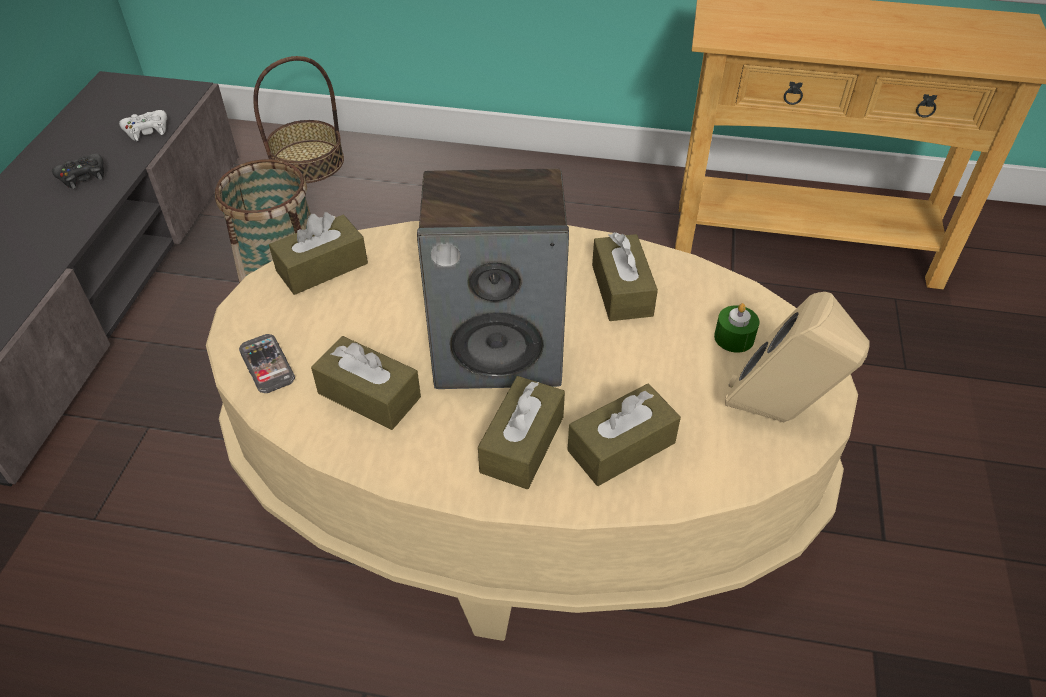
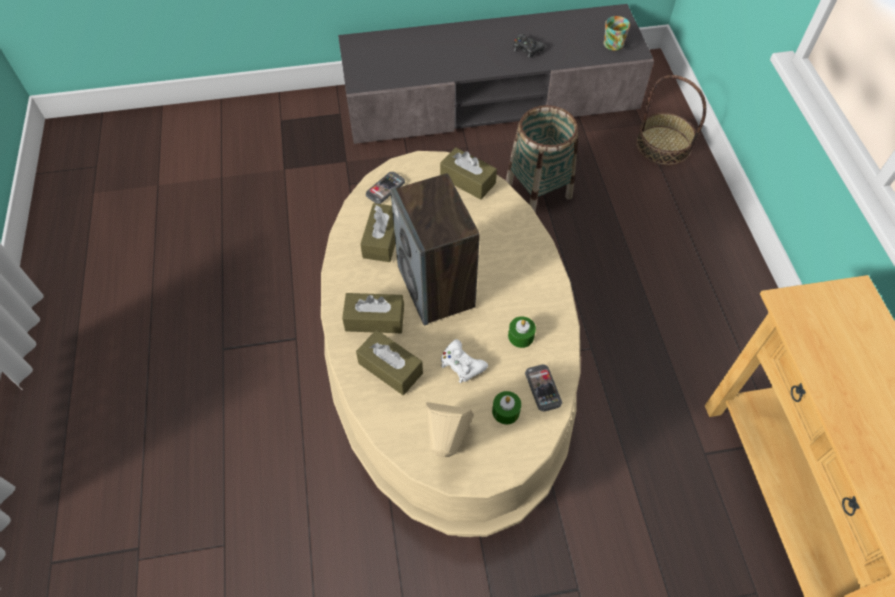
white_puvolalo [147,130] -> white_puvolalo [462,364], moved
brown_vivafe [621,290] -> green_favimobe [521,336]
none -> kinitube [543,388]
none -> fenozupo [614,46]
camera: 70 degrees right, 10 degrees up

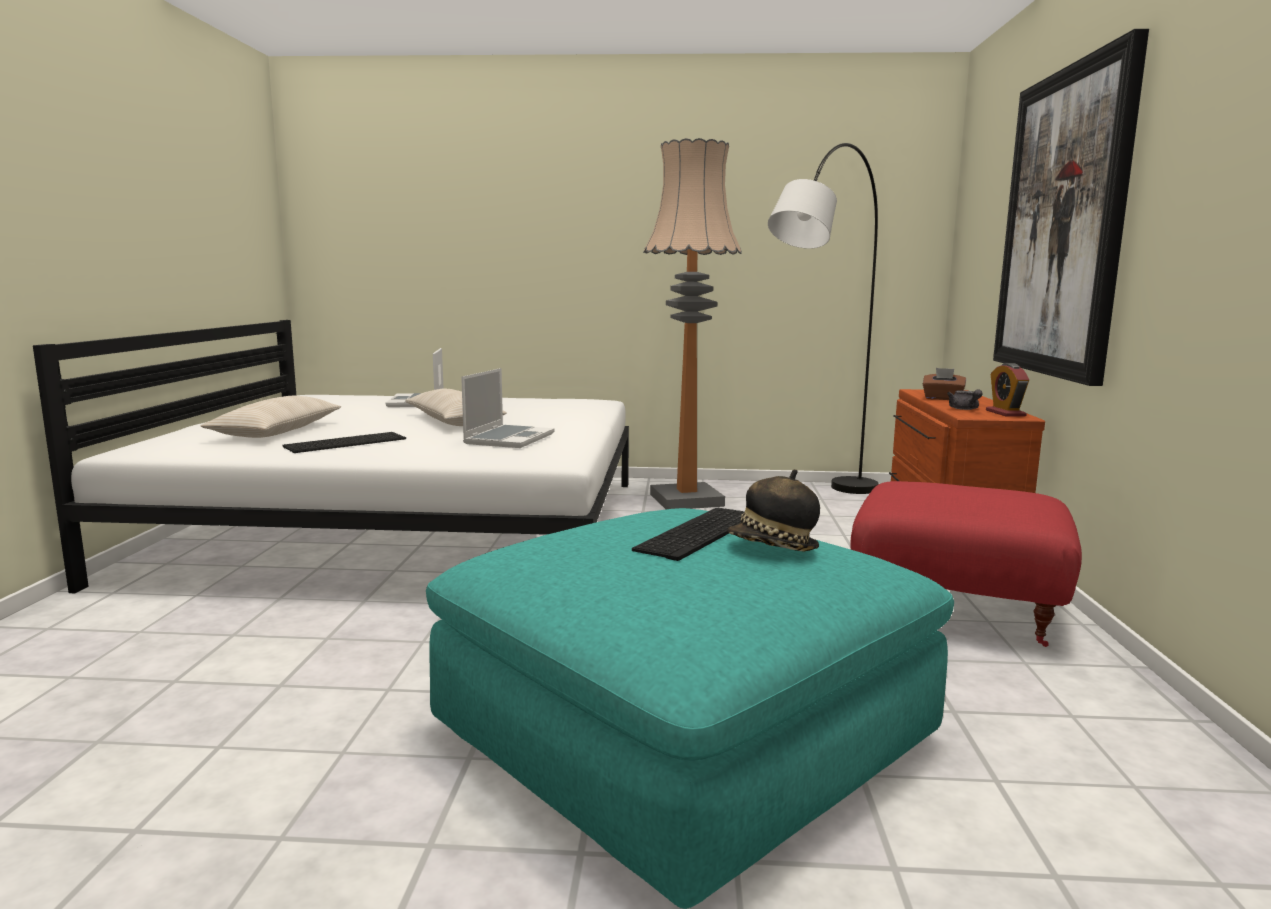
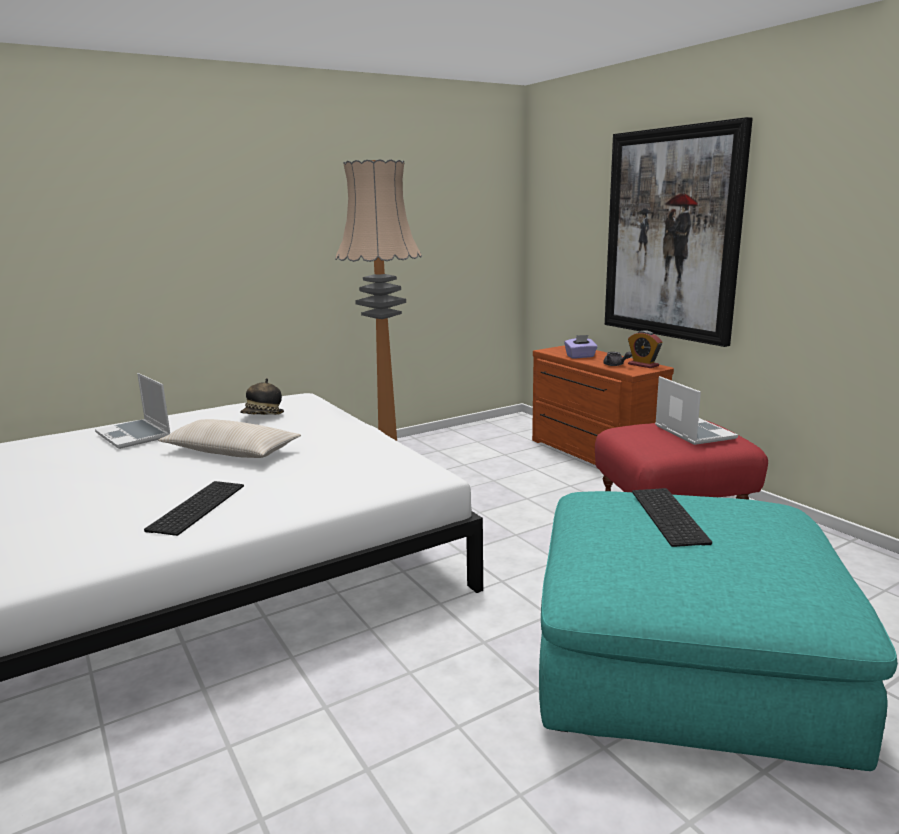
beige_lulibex [277,431] -> none
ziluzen [509,438] -> ziluzen [692,432], moved
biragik [773,548] -> biragik [263,416], moved
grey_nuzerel [820,506] -> none
brown_vivafe [942,398] -> purple_vivafe [580,356]
camera: 35 degrees left, 5 degrees up

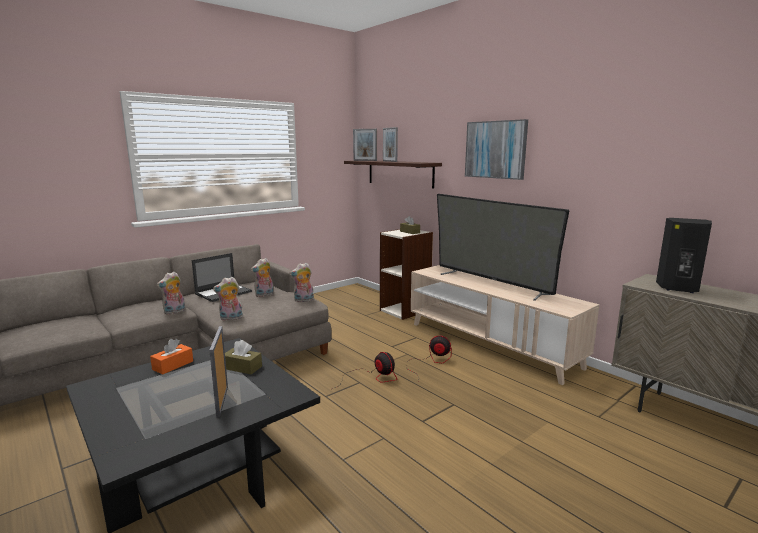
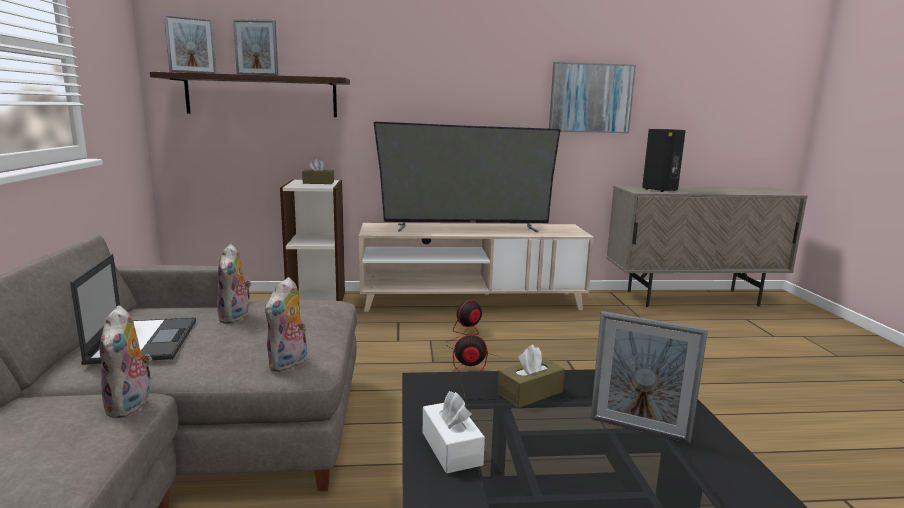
orange_vivafe [173,365] -> white_vivafe [451,448]
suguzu [303,300] -> none
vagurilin [495,149] -> vagurilin [590,98], moved
camera: 55 degrees left, 0 degrees up

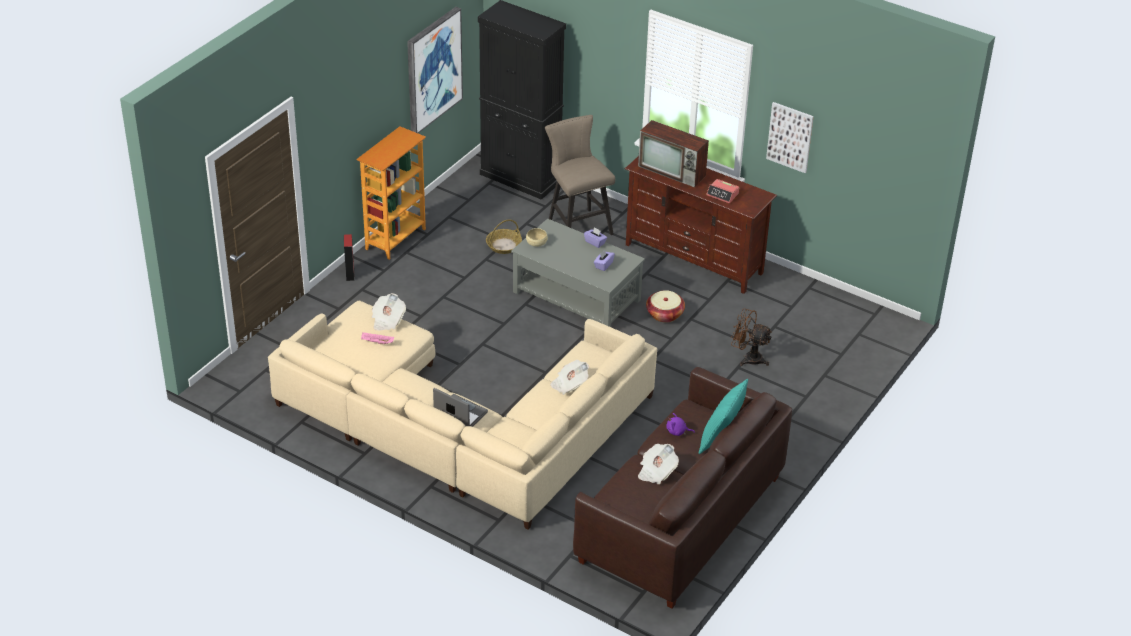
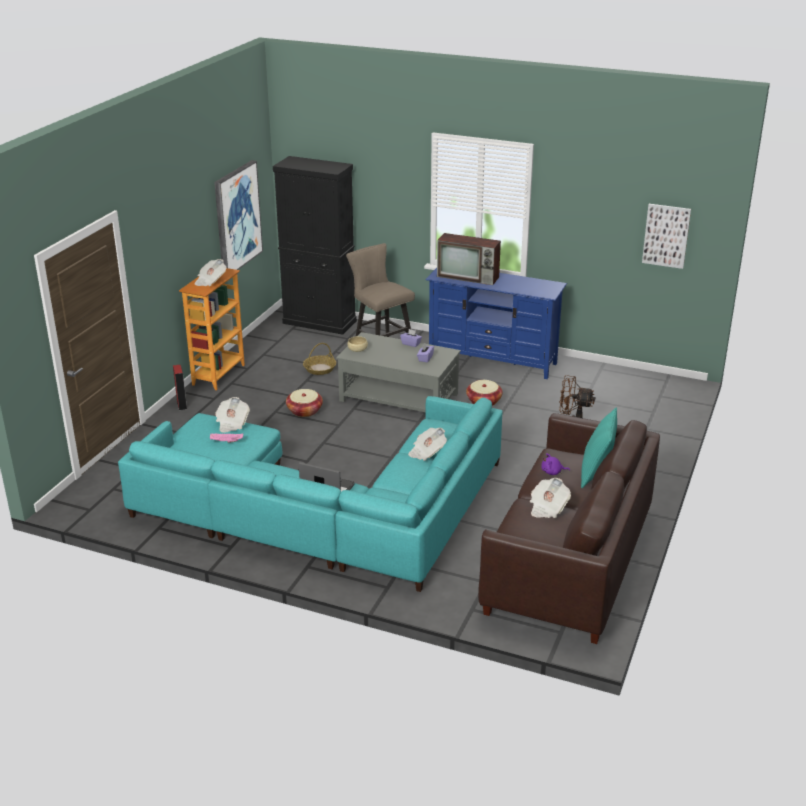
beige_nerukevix [460,425] -> turquoise_nerukevix [322,510]
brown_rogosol [694,259] -> blue_rogosol [493,360]
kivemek [722,194] -> none
vagurilin [790,137] -> vagurilin [666,236], moved
none -> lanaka [210,281]
none -> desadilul [304,411]
camera: 10 degrees left, 10 degrees down

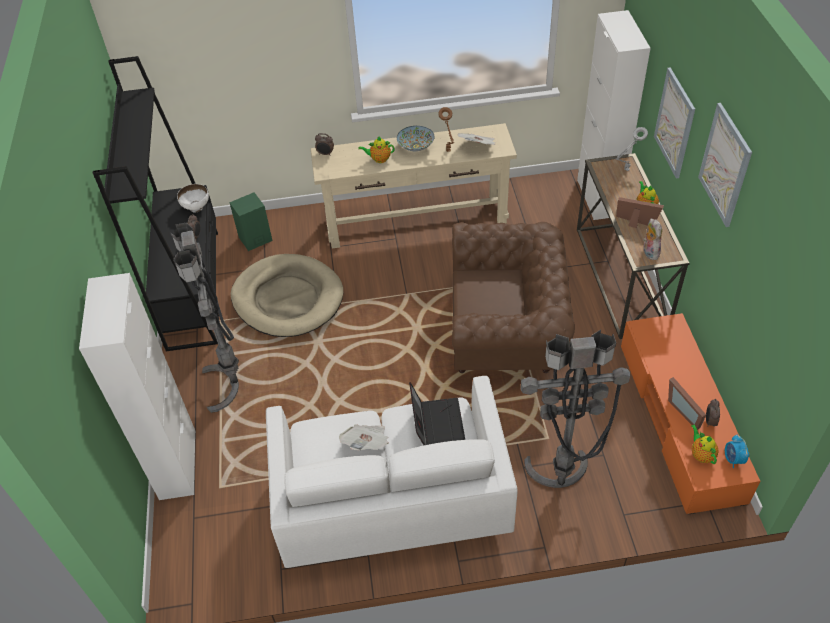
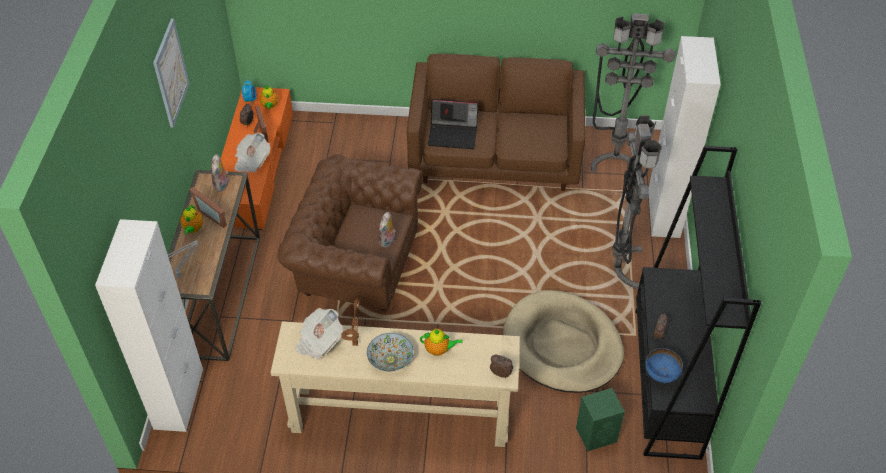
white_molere [196,208] -> blue_molere [661,375]
white_nerukevix [392,500] -> brown_nerukevix [495,159]
lanaka [367,444] -> lanaka [252,161], moved
ziluzen [437,425] -> ziluzen [453,134], 90 degrees counterclockwise
grey_nuzerel [559,480] -> grey_nuzerel [615,159], moved
vagurilin [674,123] -> none
none -> suguzu [387,241]
camera: 170 degrees left, 0 degrees up

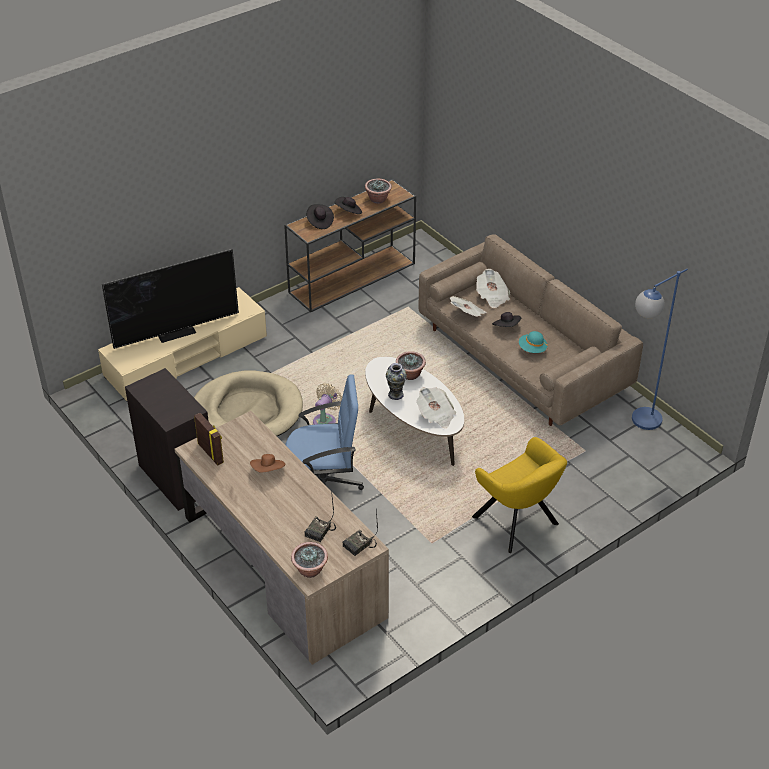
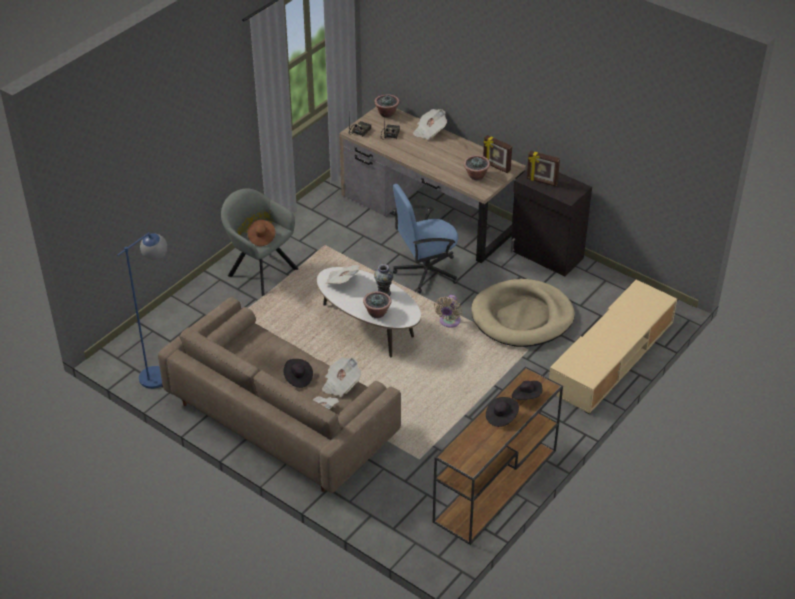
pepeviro [176,331] -> none
brown_biragik [268,470] -> brown_biragik [261,238], moved
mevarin [378,199] -> mevarin [476,176], moved
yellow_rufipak [518,523] -> grey_rufipak [260,270]
turquoise_biragik [532,349] -> none
none -> lanaka [429,131]
none -> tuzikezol [541,181]
camera: 165 degrees right, 0 degrees up

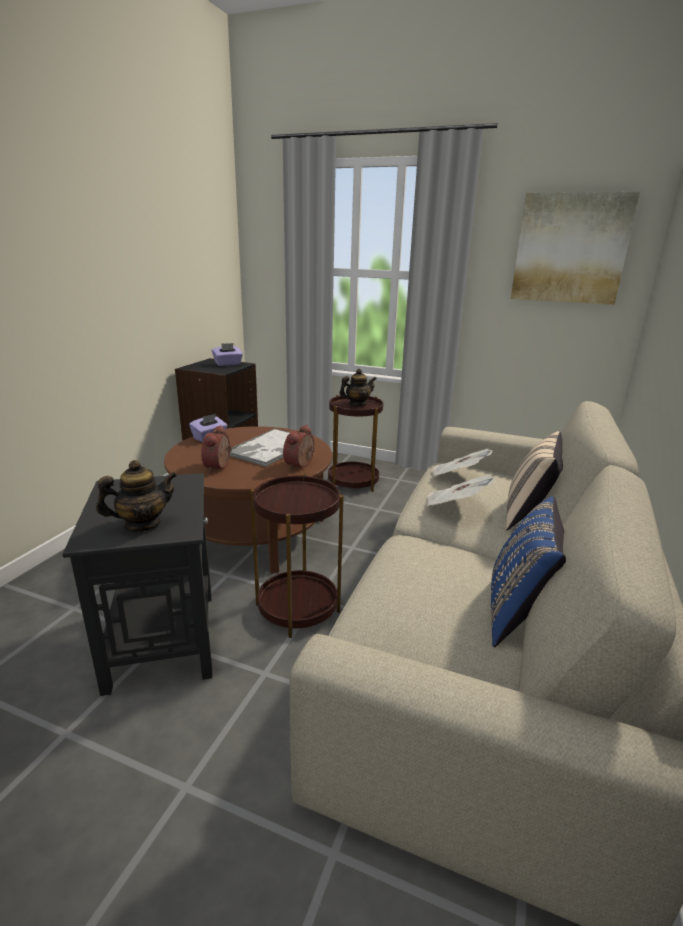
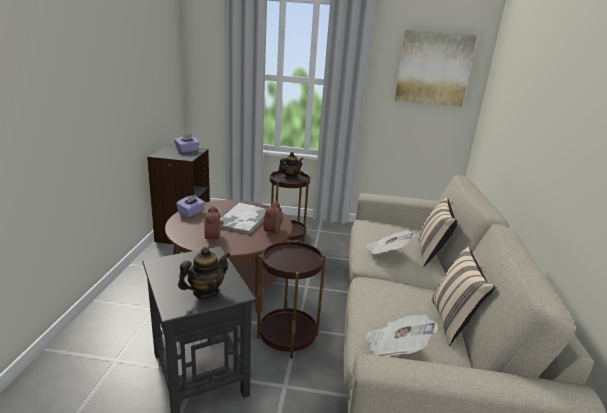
lanaka [457,476] -> lanaka [396,348], moved
blue_lulibex [518,613] -> beige_lulibex [453,322]
camera: 15 degrees left, 0 degrees up

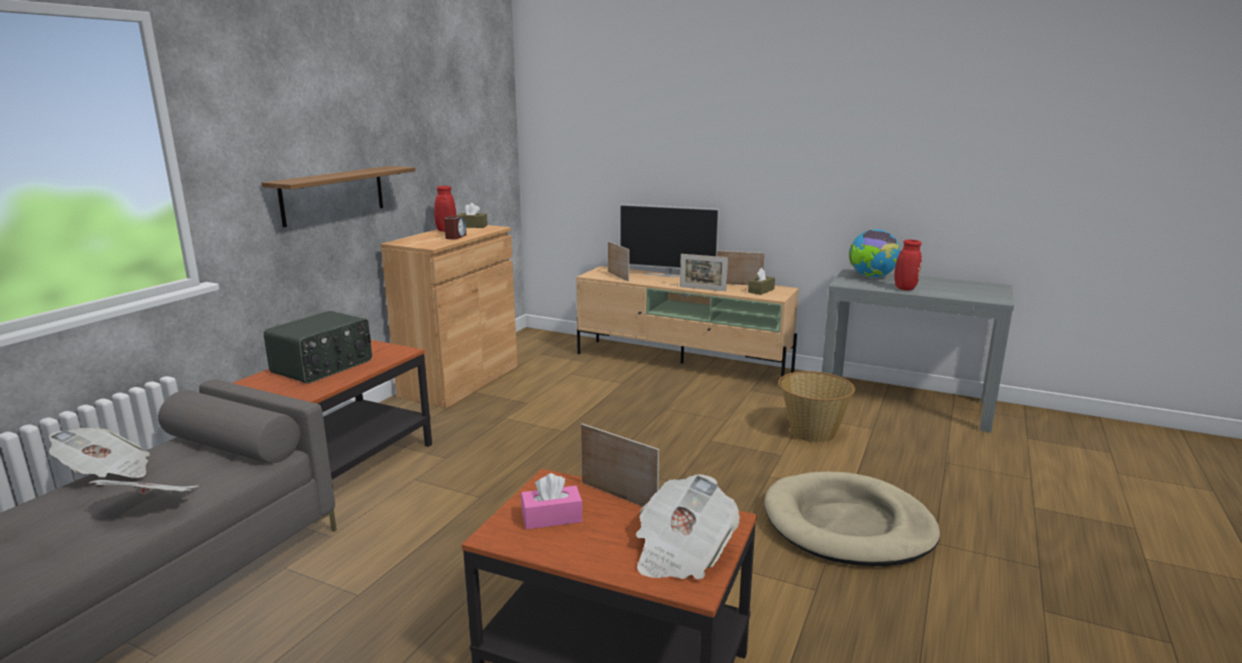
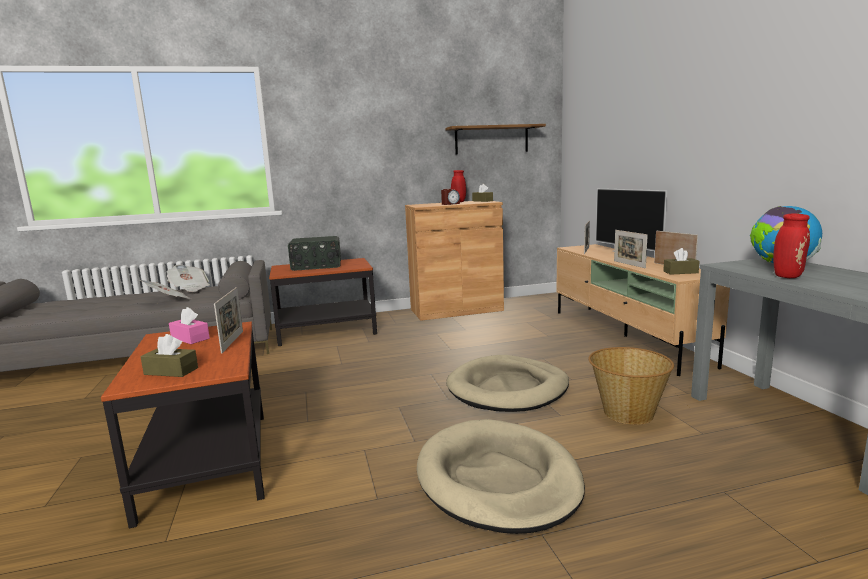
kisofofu [333,195] -> kisofofu [491,139], moved
lanaka [681,552] -> brown_vivafe [171,371]
none -> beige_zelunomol [508,388]
camera: 50 degrees right, 5 degrees down

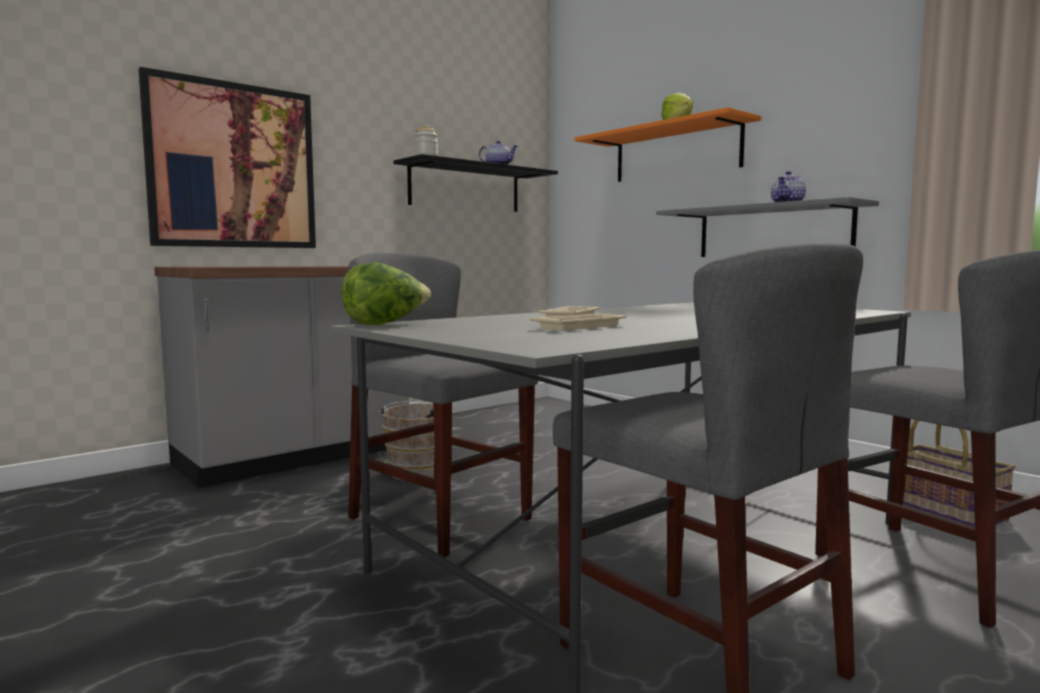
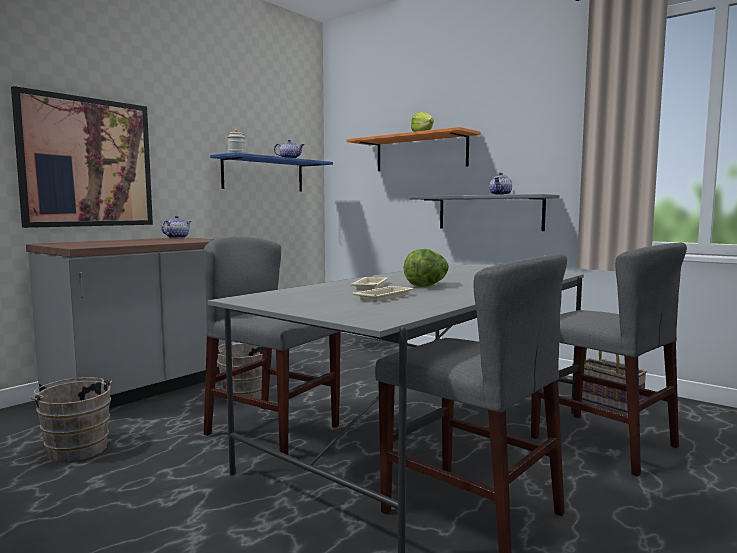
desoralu [385,324] -> desoralu [427,286], moved
black_kisofofu [465,188] -> blue_kisofofu [263,175]
none -> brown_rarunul [76,448]
none -> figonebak [177,238]
camera: 10 degrees left, 0 degrees up

